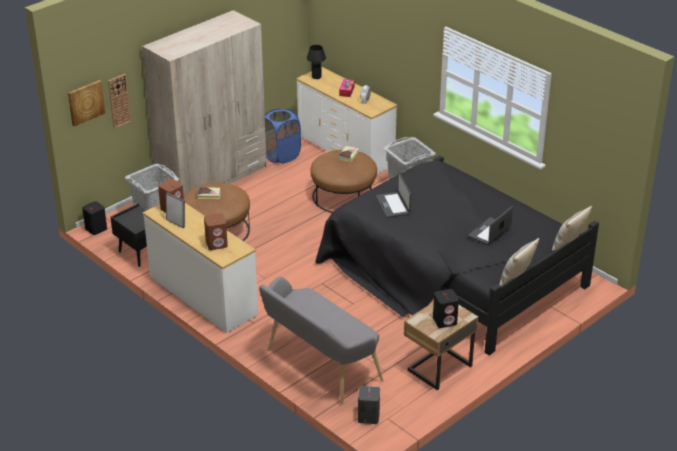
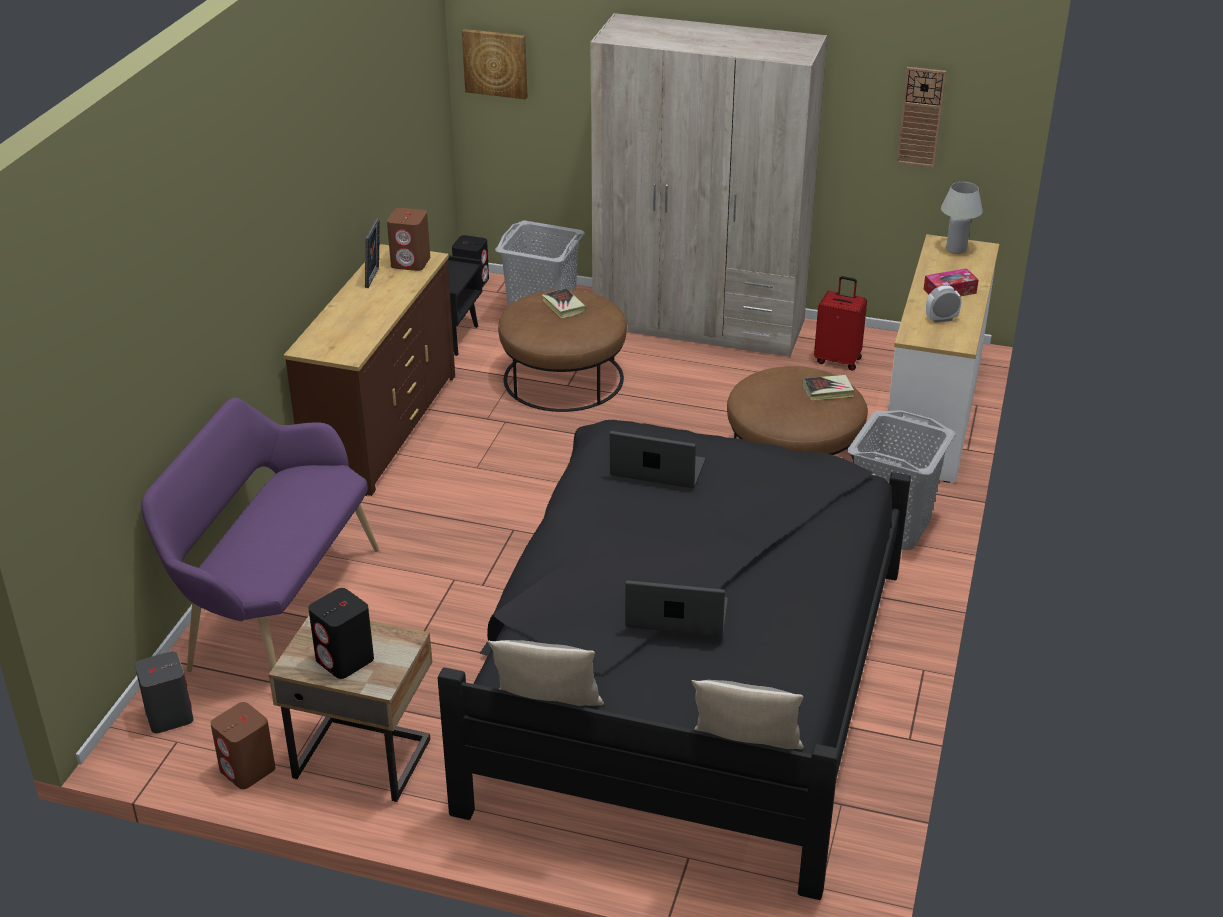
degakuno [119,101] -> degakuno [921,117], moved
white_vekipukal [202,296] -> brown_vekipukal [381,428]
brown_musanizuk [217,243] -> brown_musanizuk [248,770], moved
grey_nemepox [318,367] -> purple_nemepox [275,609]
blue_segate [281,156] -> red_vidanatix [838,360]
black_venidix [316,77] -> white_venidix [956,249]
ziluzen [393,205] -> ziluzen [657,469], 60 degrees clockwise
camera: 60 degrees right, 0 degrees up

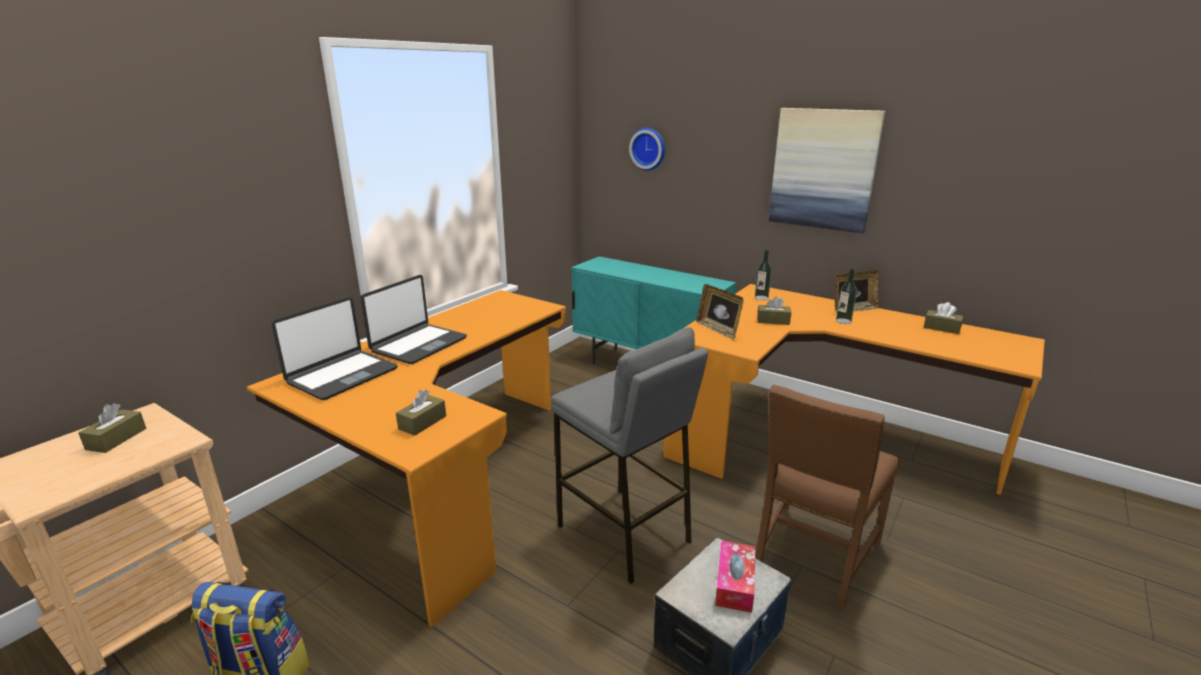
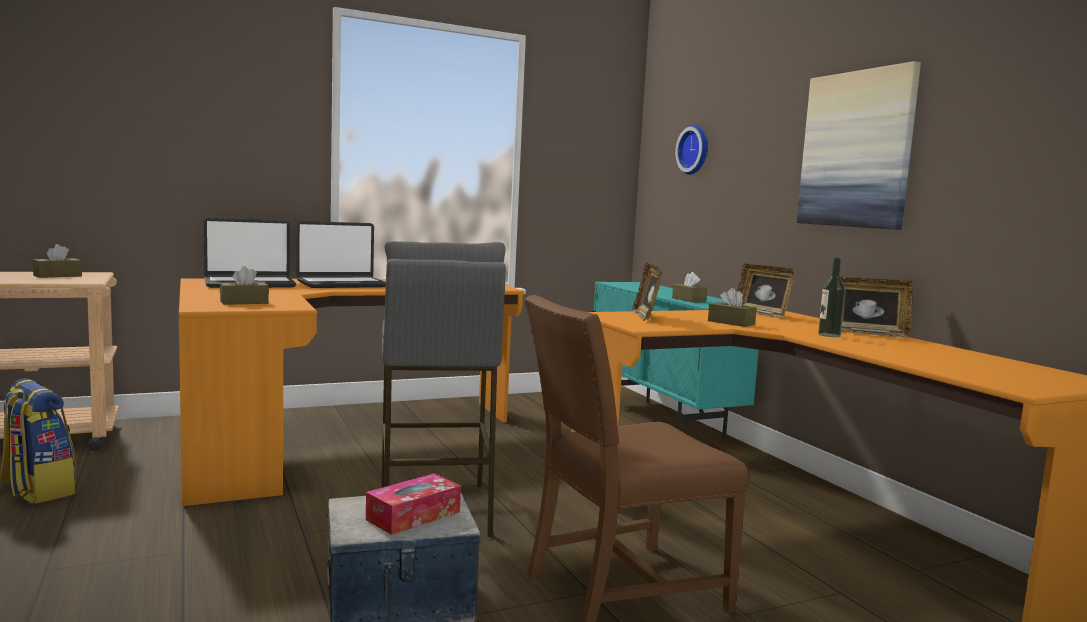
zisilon [761,297] -> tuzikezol [761,314]
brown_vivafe [941,328] -> brown_vivafe [688,300], moved
camera: 30 degrees right, 15 degrees down

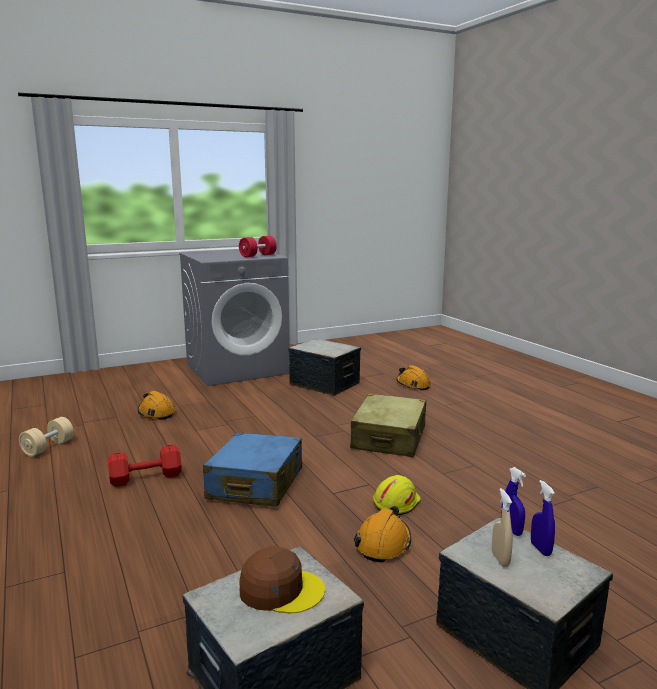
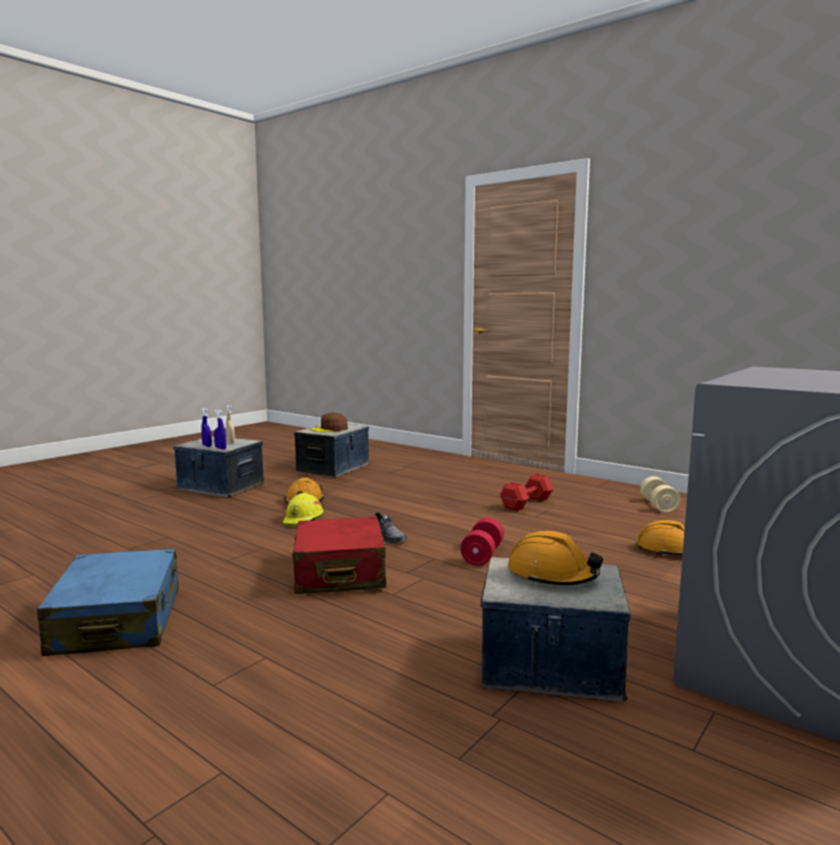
blue_vidanatix [255,484] -> blue_vidanatix [118,621], moved
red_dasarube [258,255] -> red_dasarube [482,555], moved
beige_vidanatix [389,438] -> red_vidanatix [339,573]
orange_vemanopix [413,384] -> orange_vemanopix [552,576], moved
none -> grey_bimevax [388,537]
camera: 155 degrees right, 5 degrees down

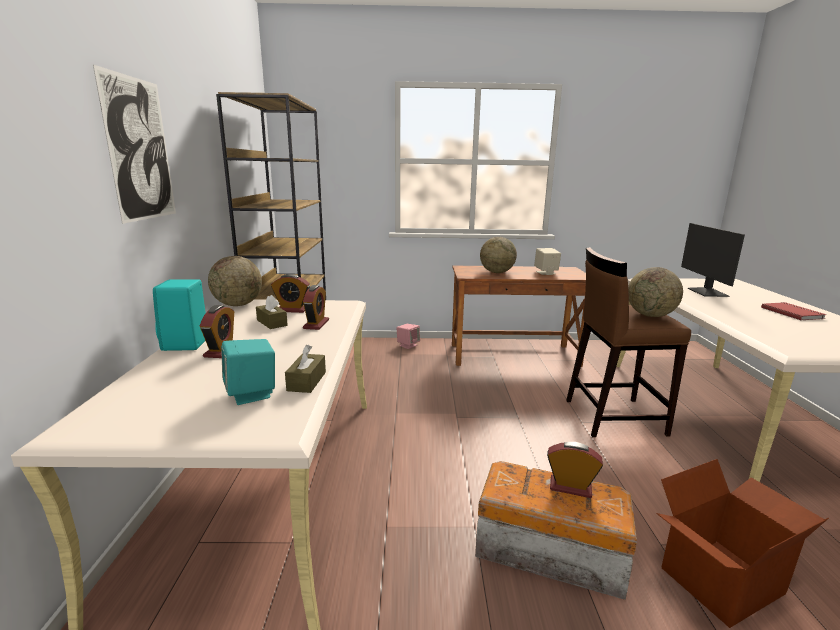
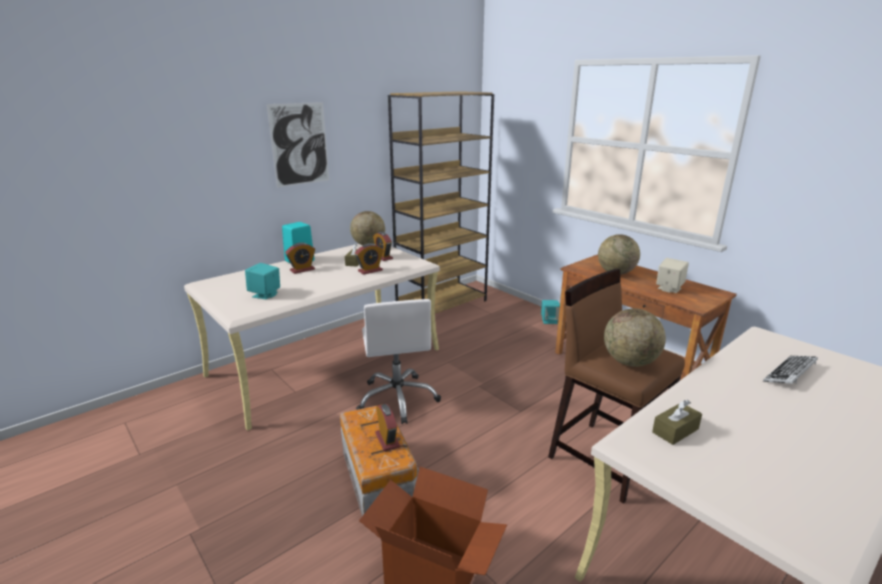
brown_vivafe [306,381] -> brown_vivafe [675,430], moved
pink_musanizuk [408,345] -> turquoise_musanizuk [549,321]
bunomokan [706,292] -> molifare [790,374]
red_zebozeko [792,313] -> none
none -> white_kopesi [398,398]
camera: 50 degrees right, 5 degrees up

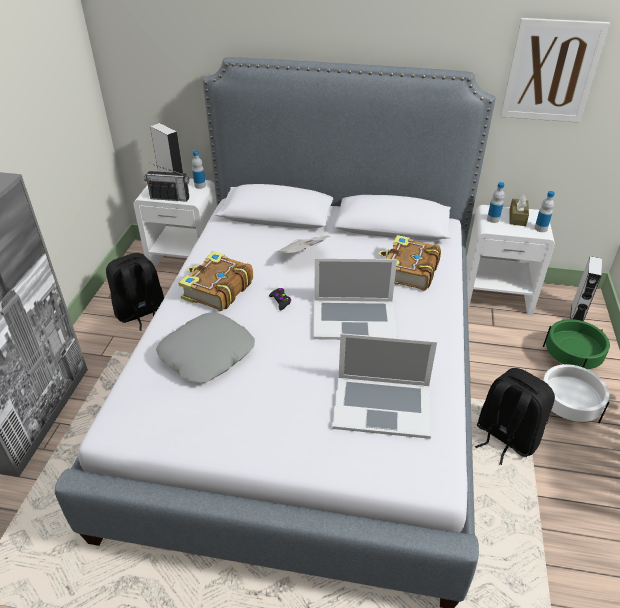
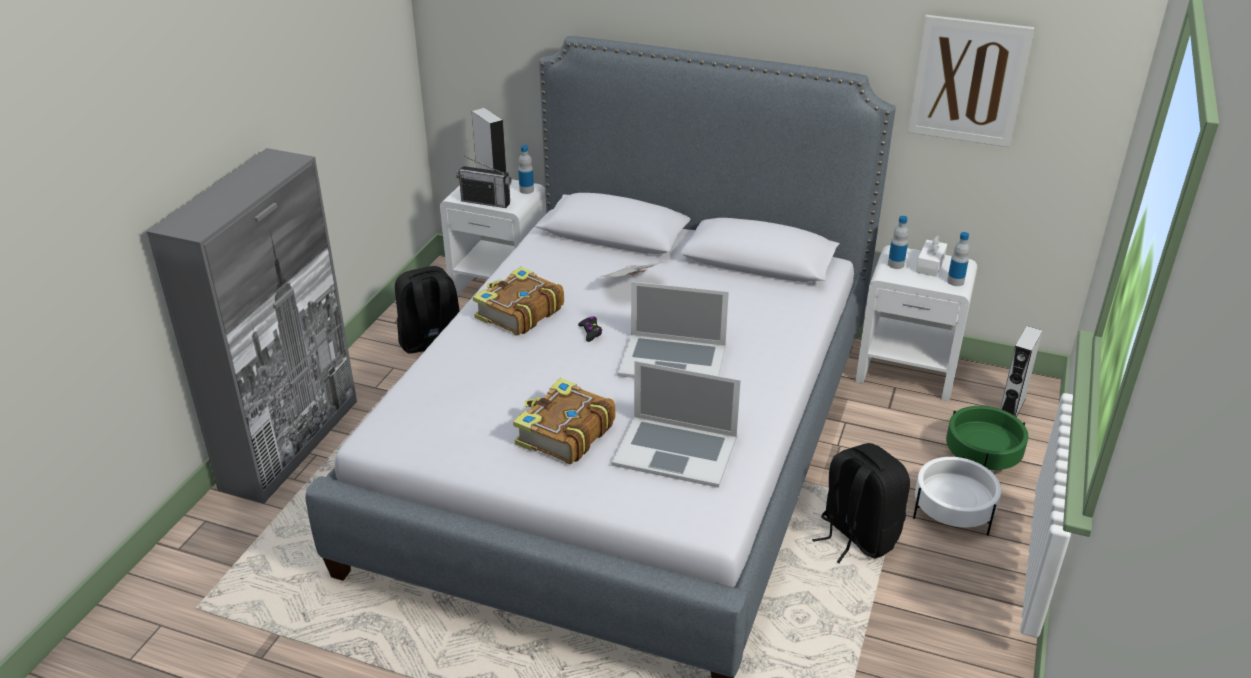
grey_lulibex [207,354] -> none
zebozeko [408,272] -> zebozeko [564,434], moved
brown_vivafe [517,217] -> white_vivafe [930,265]
camera: 10 degrees right, 5 degrees down

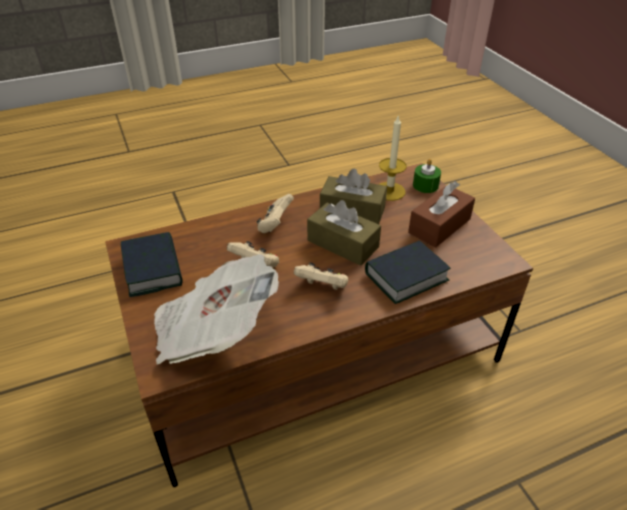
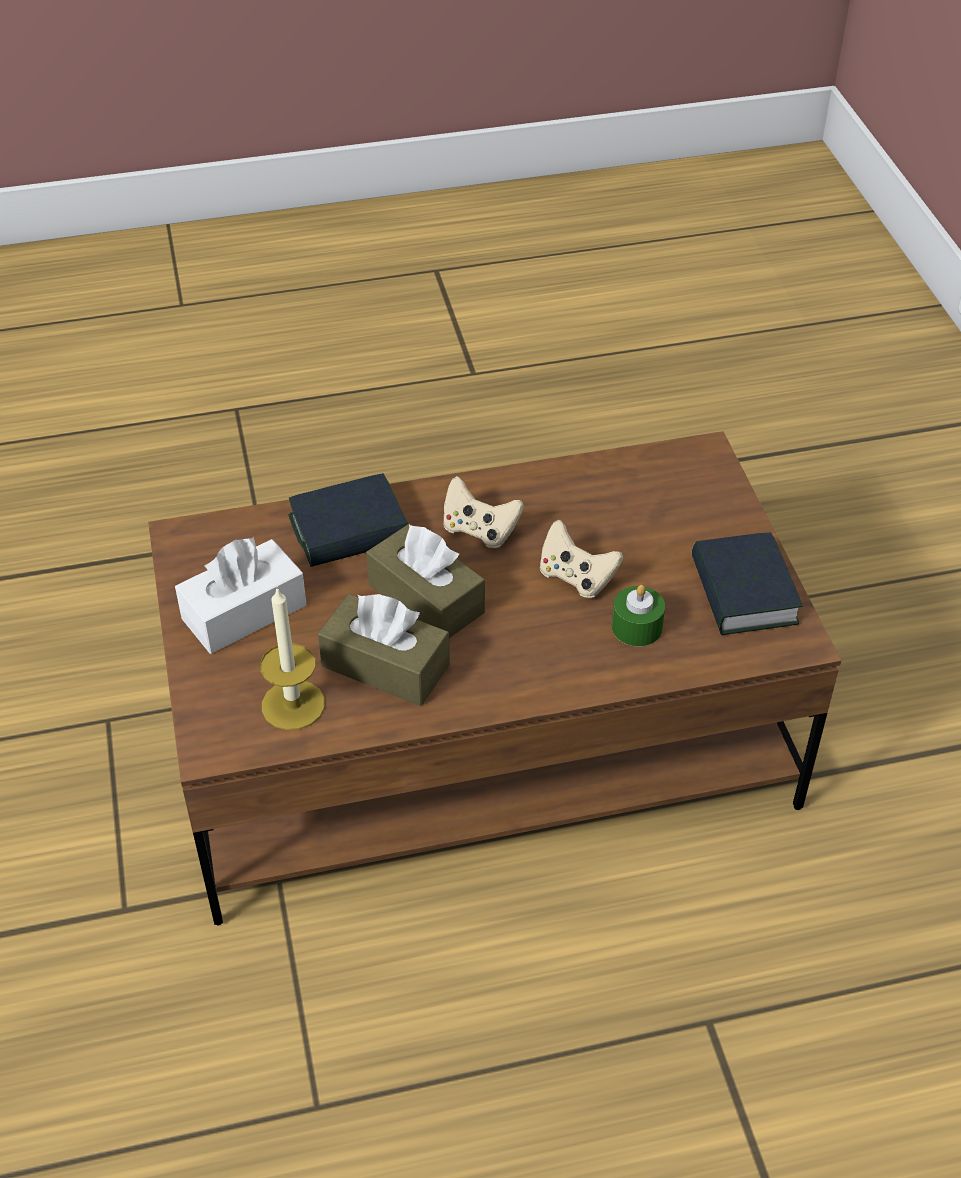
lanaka [213,331] -> none
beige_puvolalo [275,225] -> none
brown_vivafe [439,226] -> white_vivafe [244,612]
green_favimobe [425,185] -> green_favimobe [637,627], moved
camera: 170 degrees left, 5 degrees up

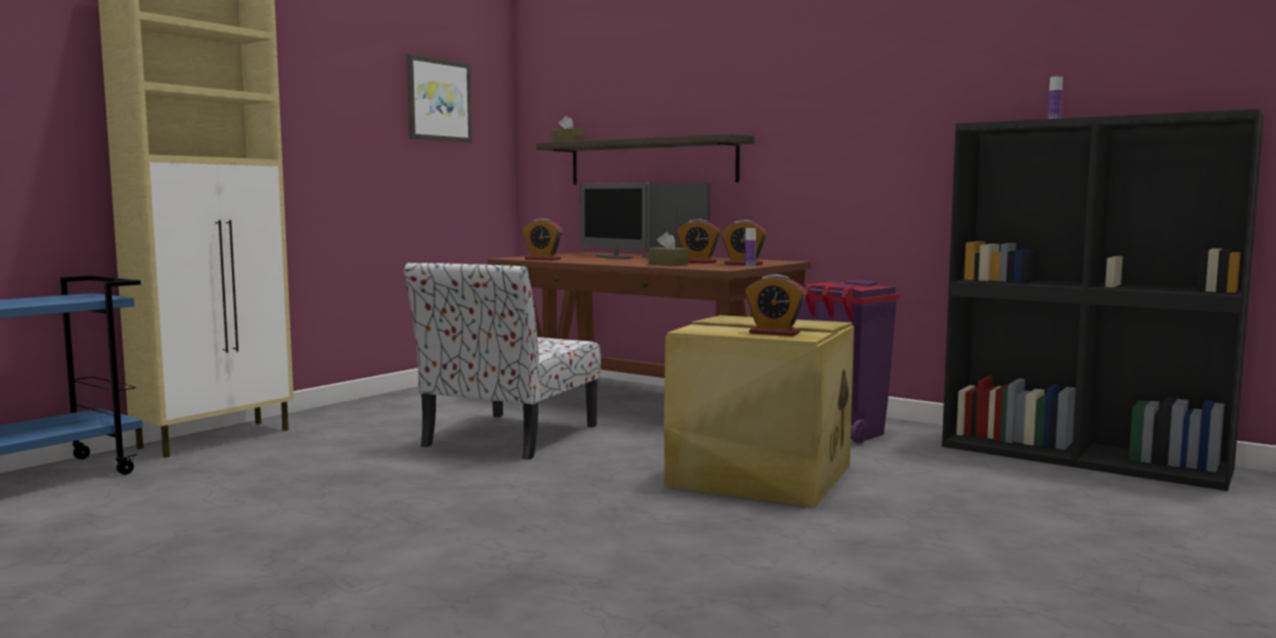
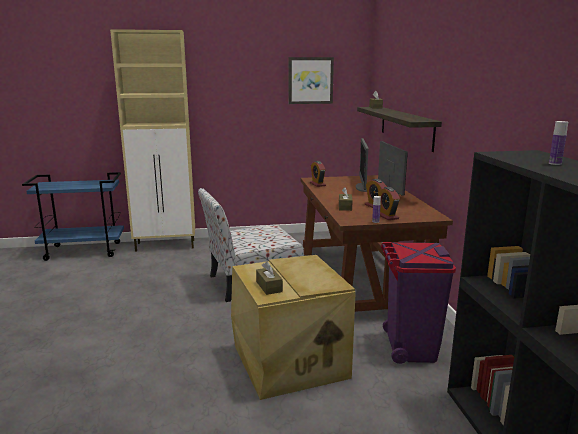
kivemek [774,333] -> brown_vivafe [269,287]
camera: 45 degrees right, 10 degrees up

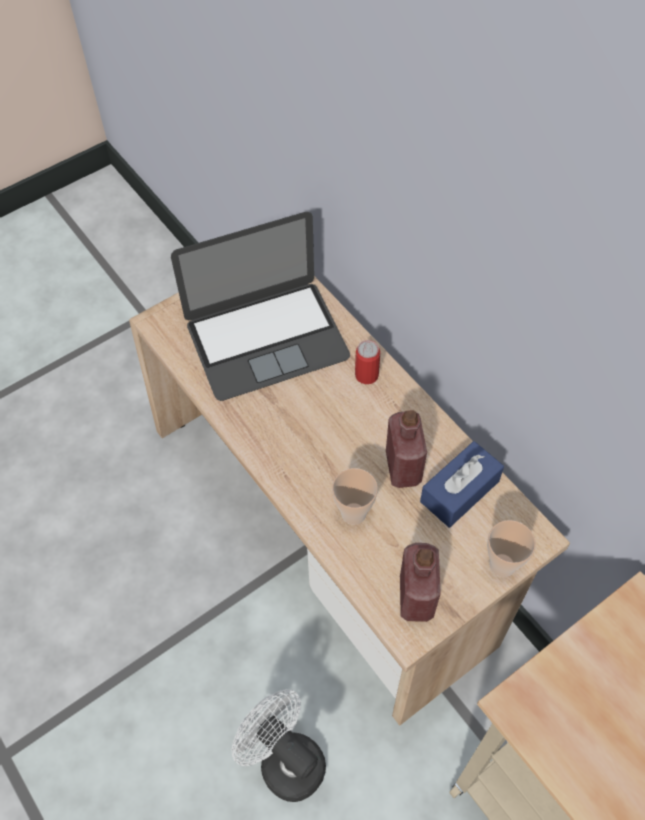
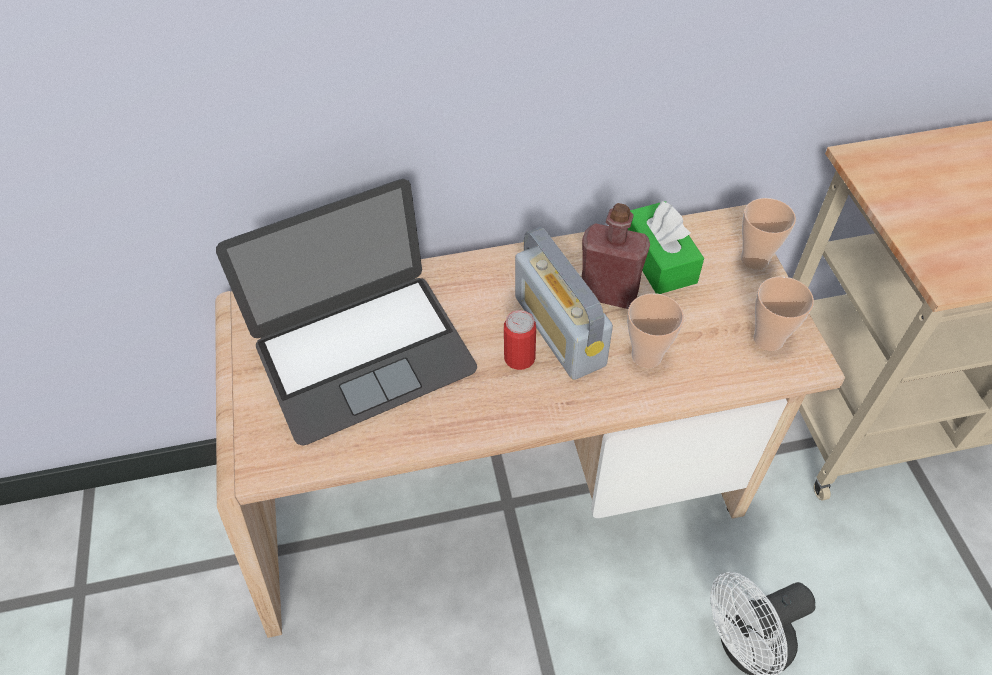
ziluzen [266,339] -> ziluzen [364,355], 60 degrees clockwise
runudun [366,375] -> runudun [519,358], moved
red_zisilon [416,597] -> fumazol [768,339]
blue_vivafe [459,491] -> green_vivafe [658,259]
none -> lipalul [559,331]
camera: 65 degrees left, 5 degrees down

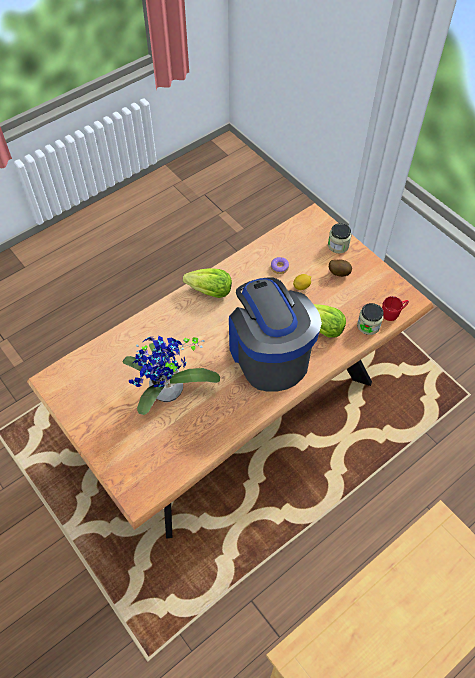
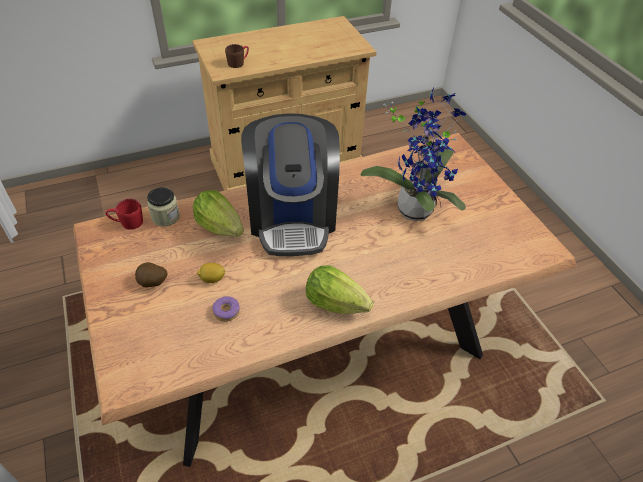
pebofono [338,245] -> none
none -> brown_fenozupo [238,62]
camera: 165 degrees left, 10 degrees down

